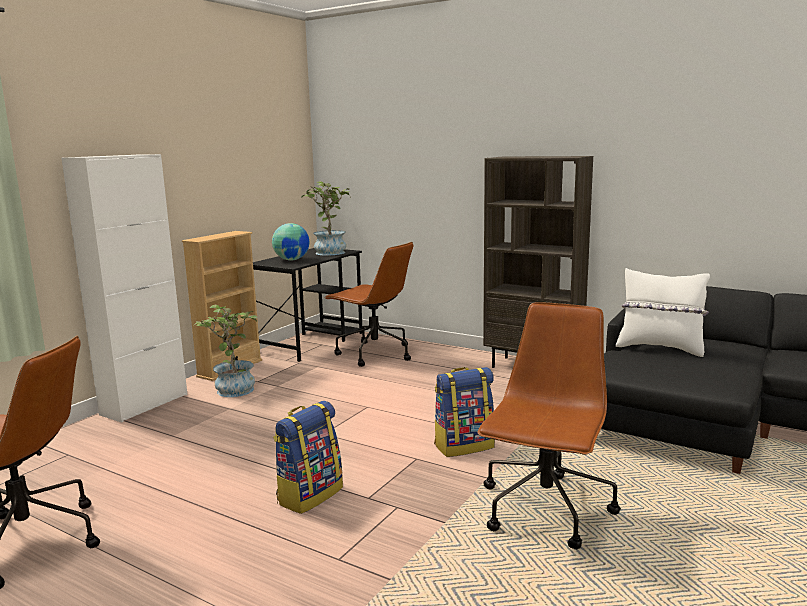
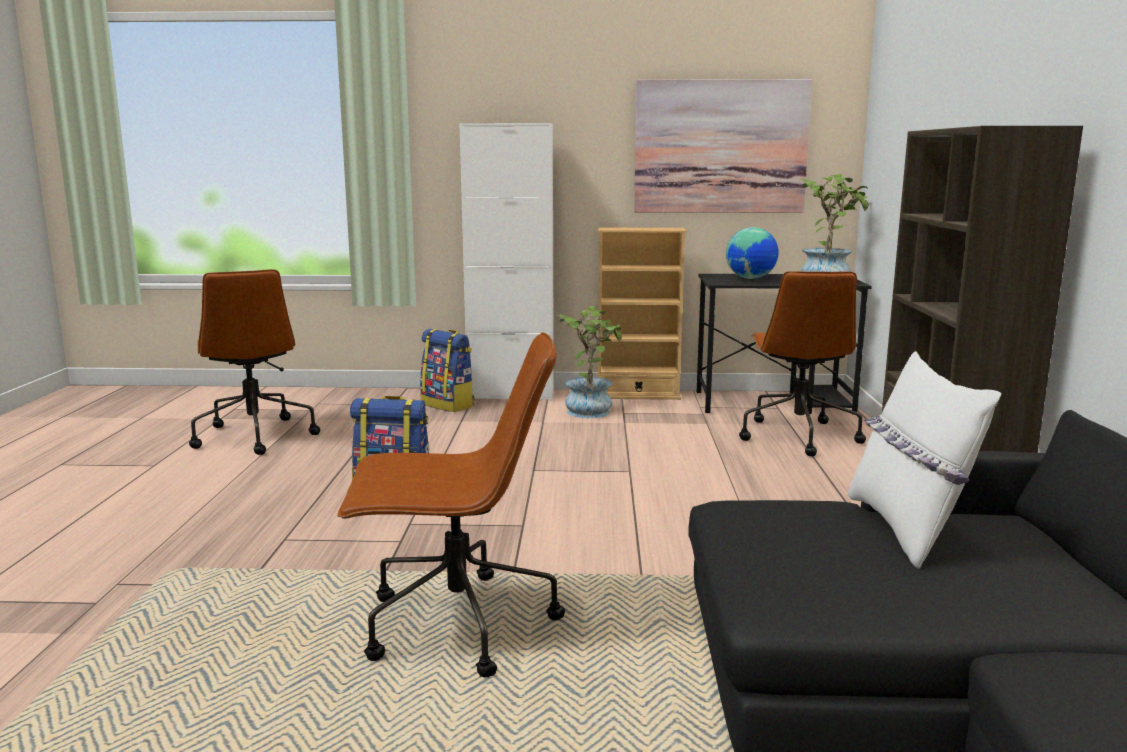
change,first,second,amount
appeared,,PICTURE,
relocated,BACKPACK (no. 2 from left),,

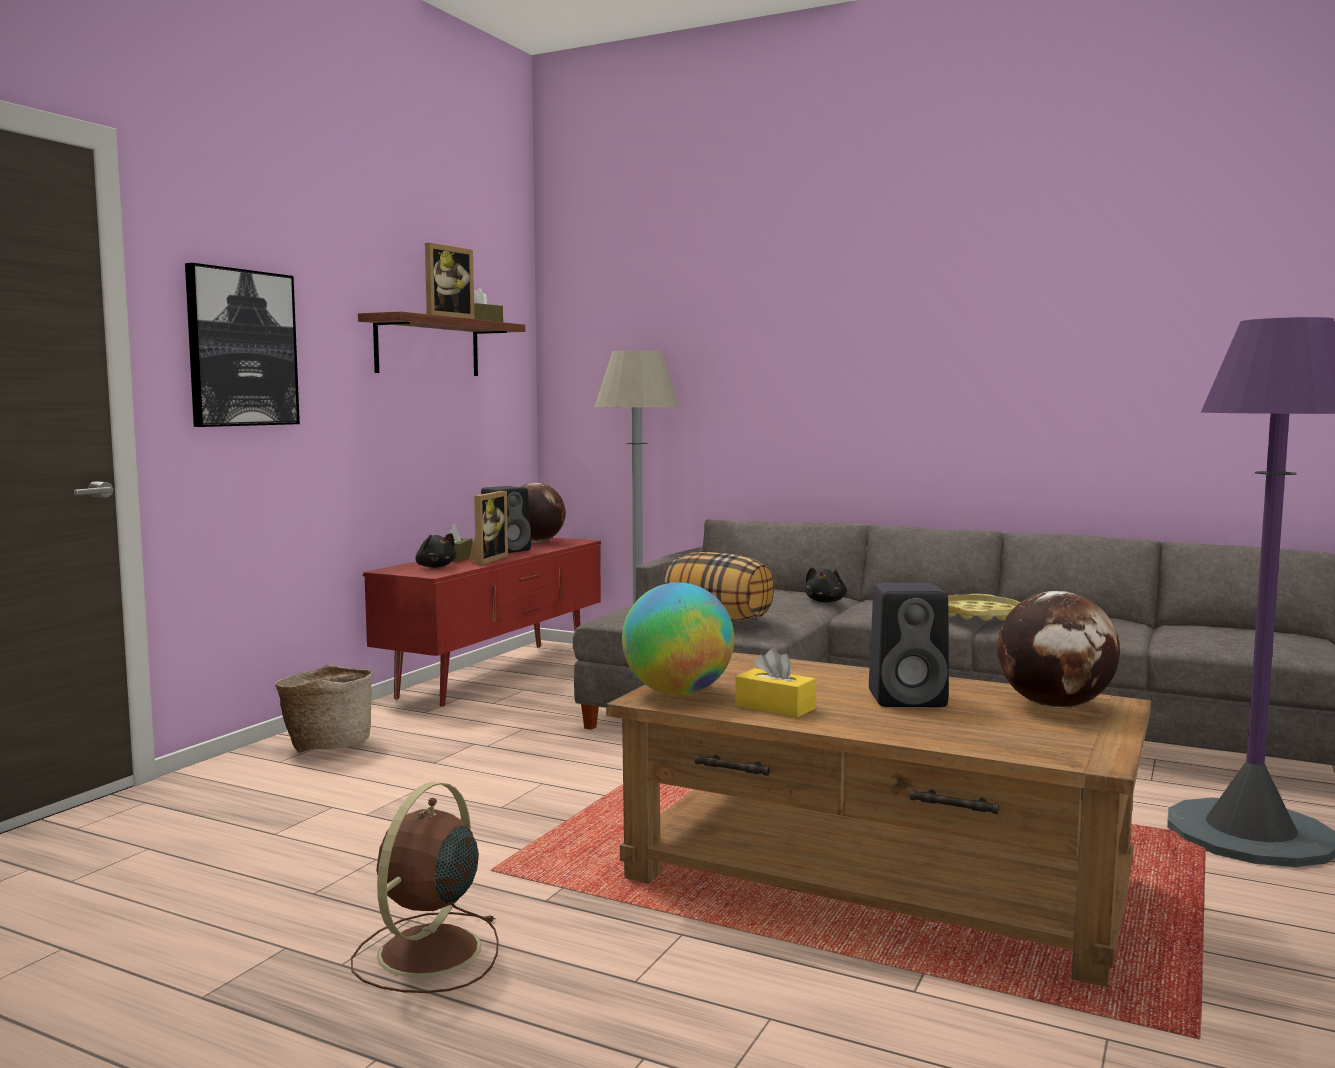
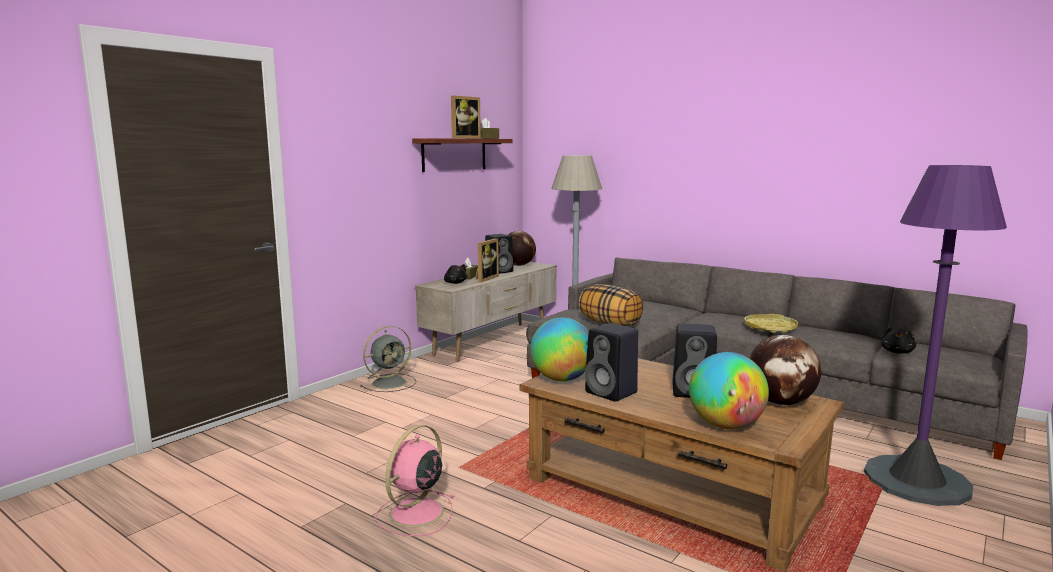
change,first,second,amount
missing,PICTURE,,
appeared,,GLOBE (no. 3 from left),
relocated,BLACK PLUSH TOY (no. 2 from left),,
exchanged,BASKET,GREY FAN,
exchanged,YELLOW TISSUE BOX,BLACK SPEAKER (no. 2 from left),
colour,BROWN FAN,PINK FAN,
colour,RED TV STAND,BEIGE TV STAND,

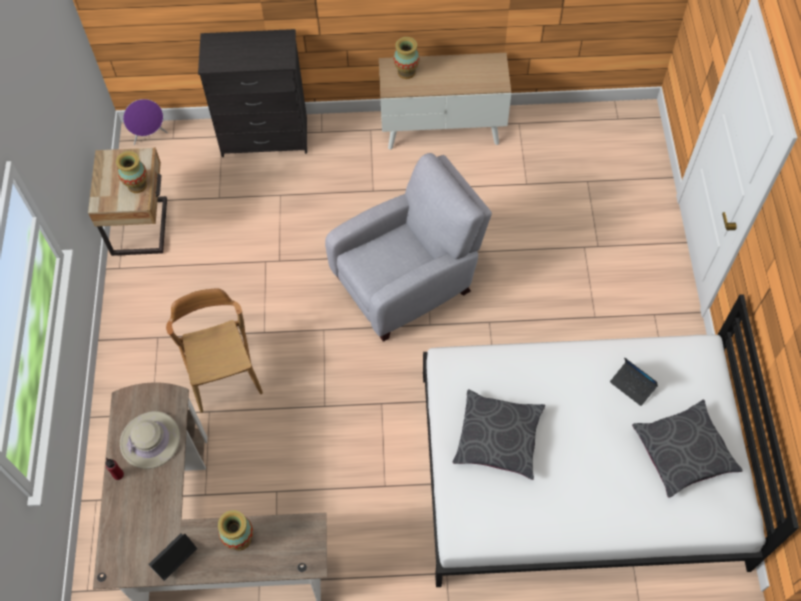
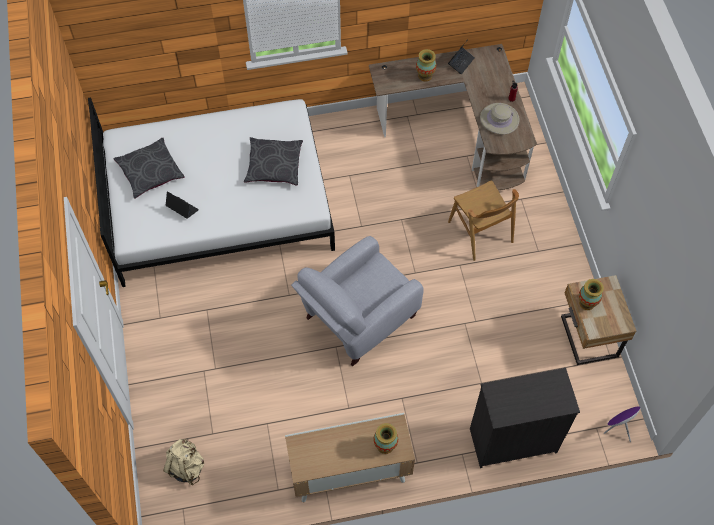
change,first,second,amount
appeared,,BEIGE BACKPACK,

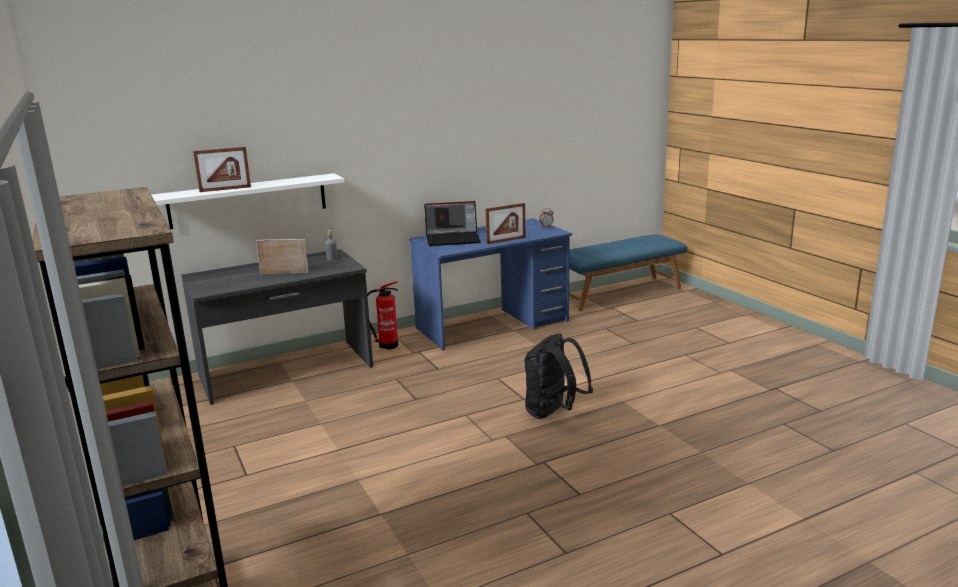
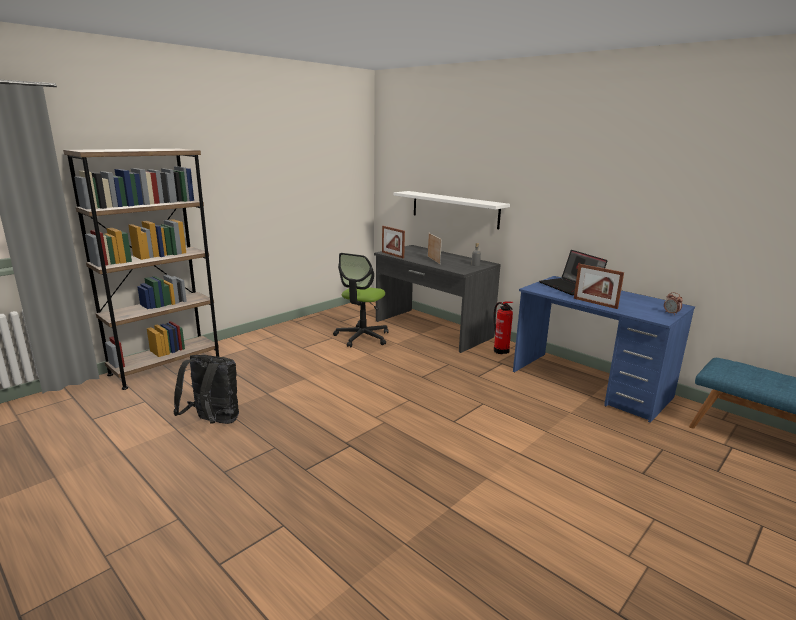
change,first,second,amount
appeared,,OFFICE CHAIR,
relocated,PICTURE FRAME (no. 1 from left),,
relocated,BLACK BACKPACK,,

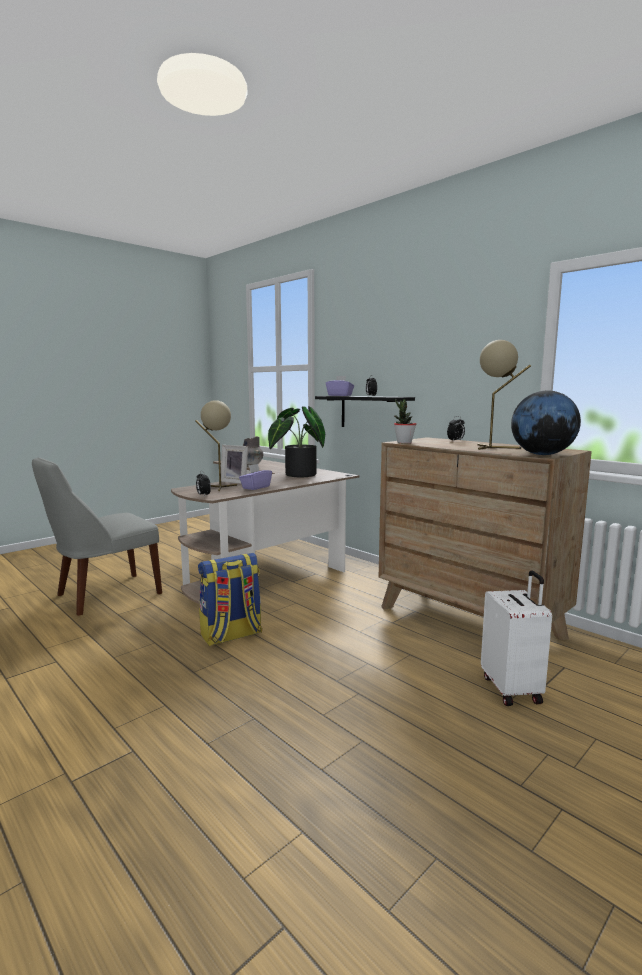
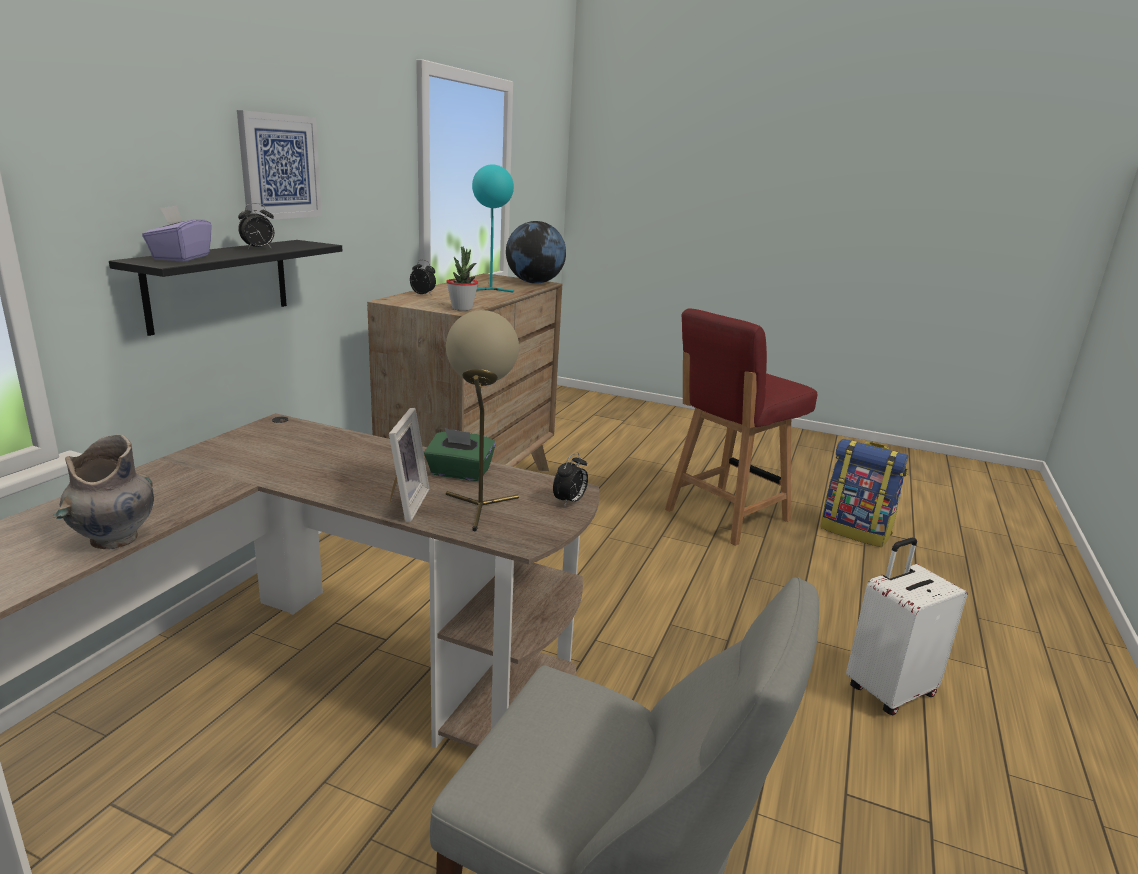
change,first,second,amount
missing,POTTED PLANT (no. 1 from left),,
appeared,,PICTURE,
appeared,,RED CHAIR,
relocated,BACKPACK,,
relocated,WHITE SUITCASE,,
colour,PURPLE TISSUE BOX (no. 1 from left),GREEN TISSUE BOX,
colour,BEIGE TABLE LAMP (no. 2 from left),TURQUOISE TABLE LAMP,

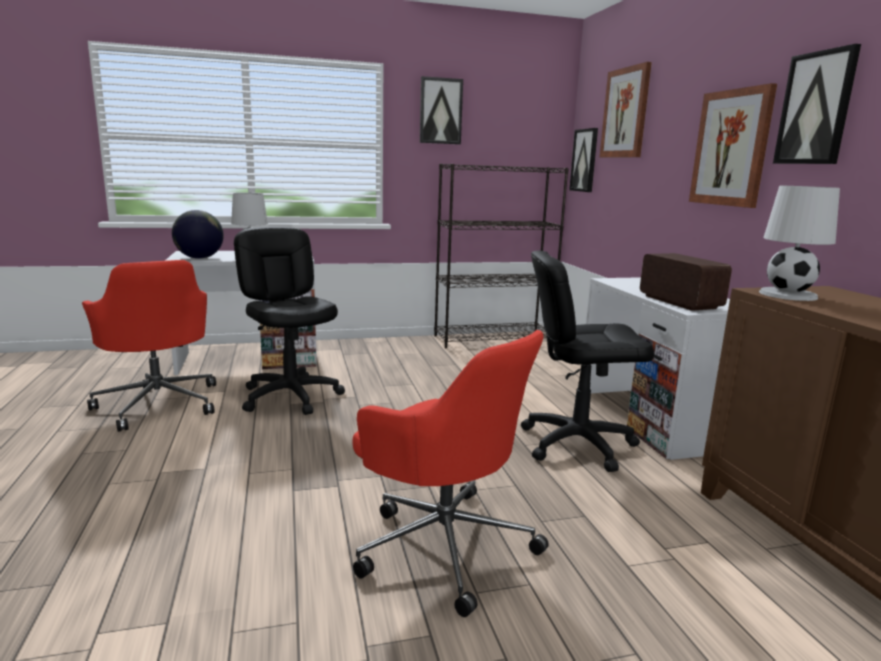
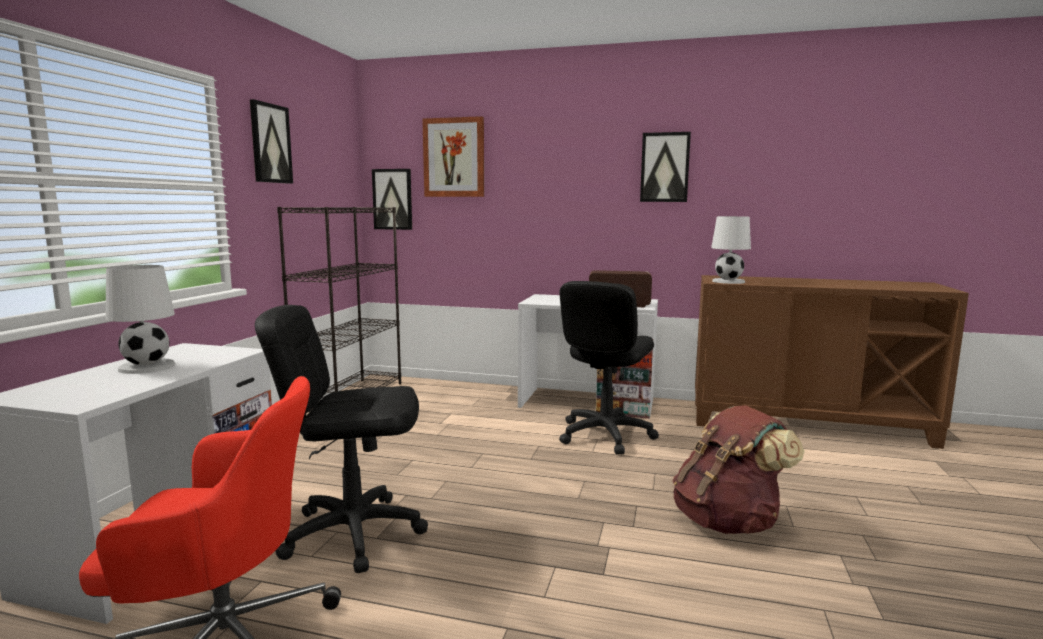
change,first,second,amount
missing,GLOBE,,
missing,PICTURE (no. 4 from left),,
exchanged,RED OFFICE CHAIR (no. 2 from left),BROWN BACKPACK,

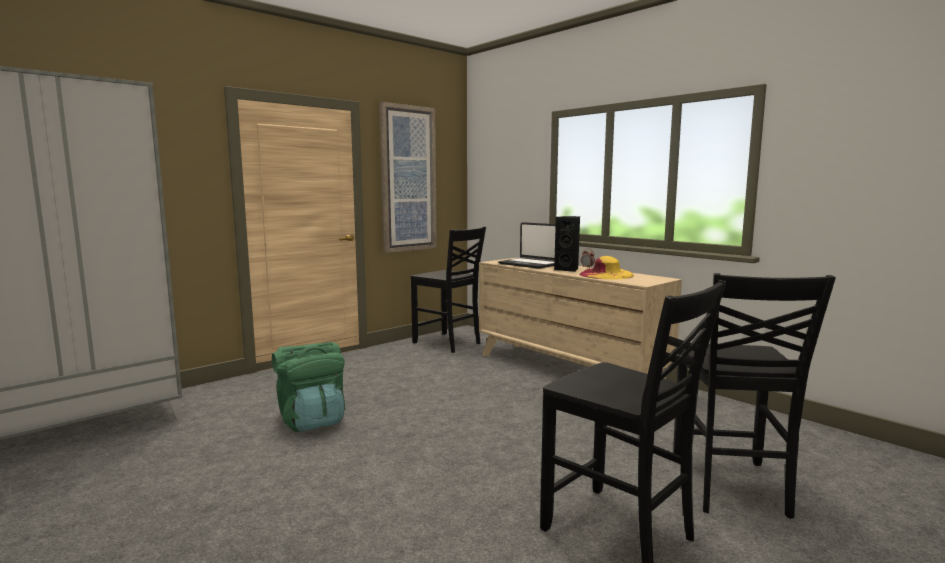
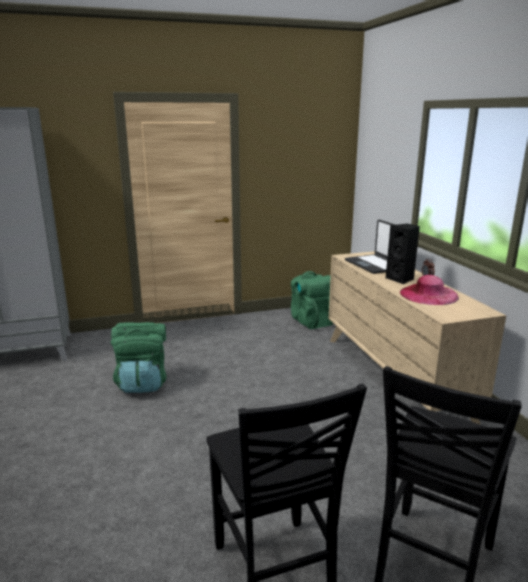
change,first,second,amount
missing,PICTURE,,
exchanged,BLACK CHAIR (no. 1 from left),GREEN BACKPACK (no. 2 from left),
colour,YELLOW HAT,PINK HAT,

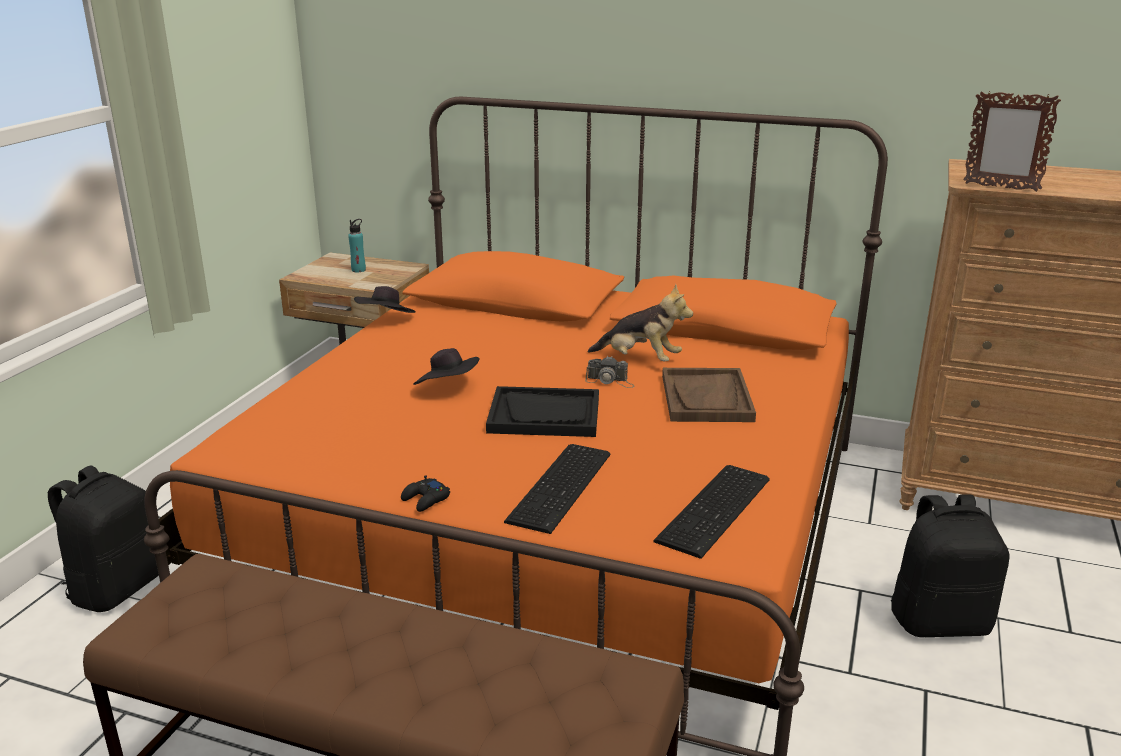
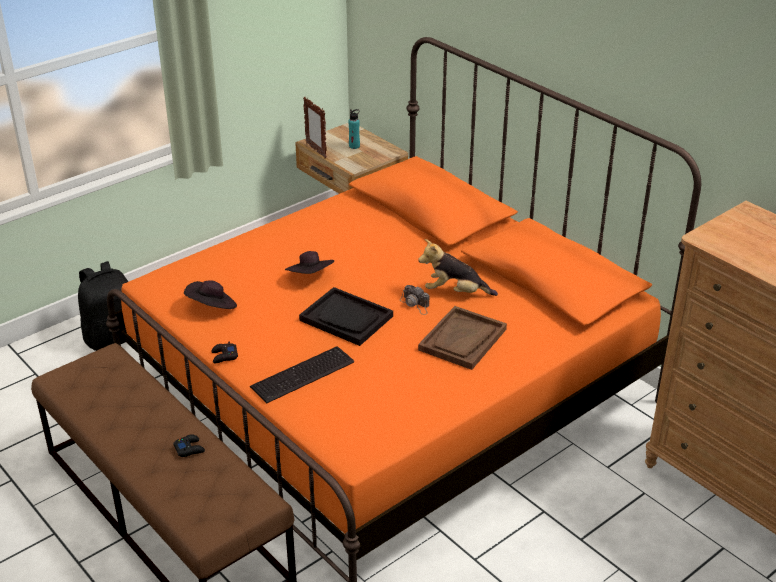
change,first,second,amount
missing,KEYBOARD (no. 2 from left),,
missing,BLACK BACKPACK (no. 2 from left),,
appeared,,BLACK GAME CONTROLLER (no. 1 from left),
relocated,BLACK HAT (no. 1 from left),,
relocated,PICTURE FRAME,,
spun,PLUSH TOY,,135 degrees clockwise

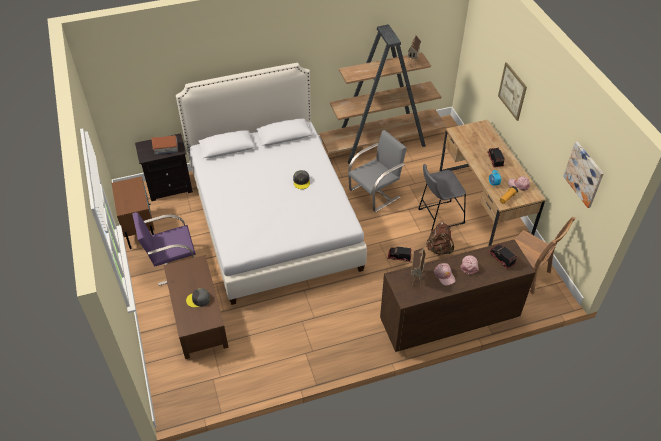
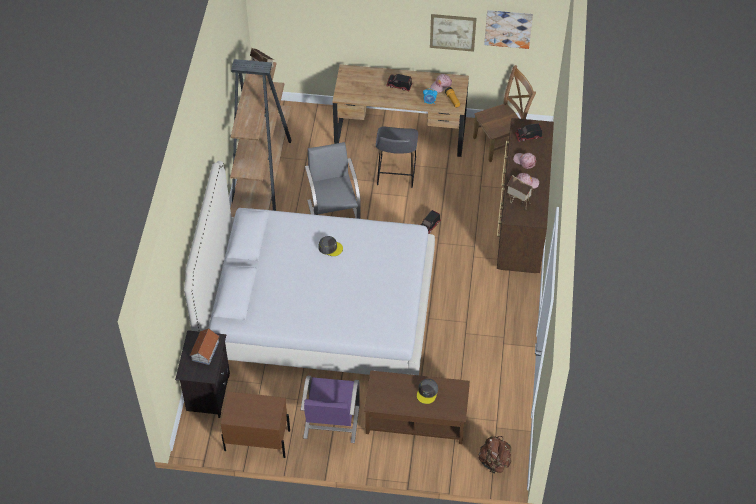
change,first,second,amount
relocated,BROWN BACKPACK,,
relocated,PICTURE (no. 1 from left),,

